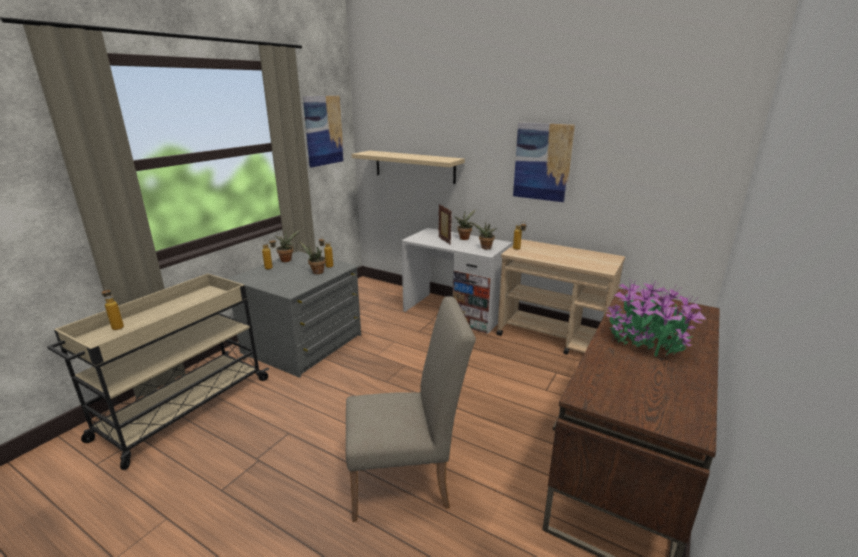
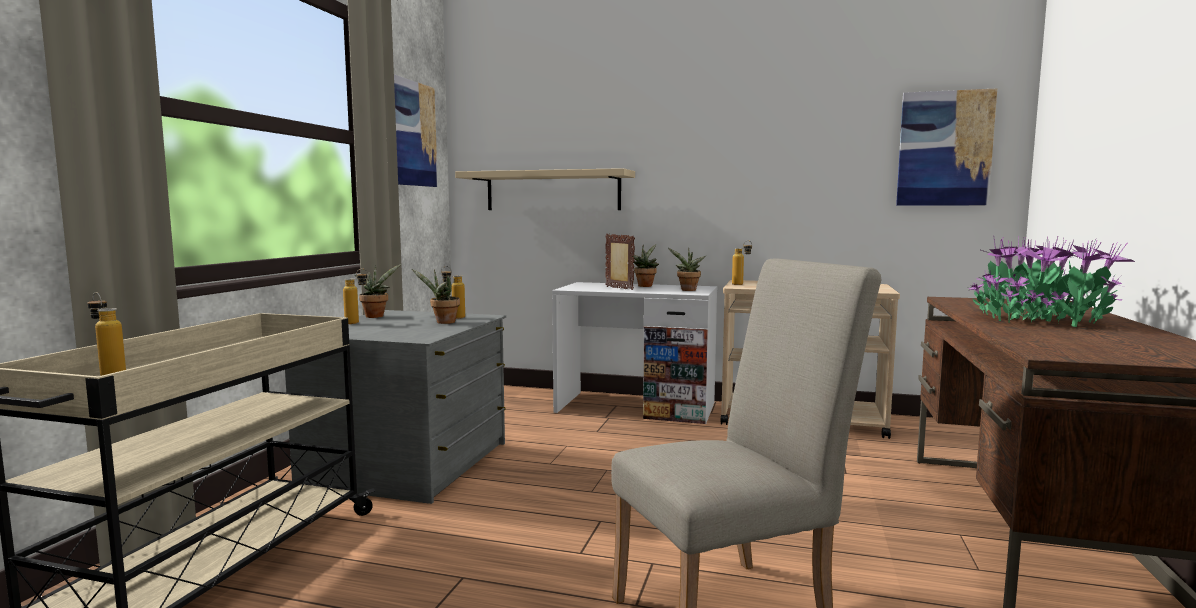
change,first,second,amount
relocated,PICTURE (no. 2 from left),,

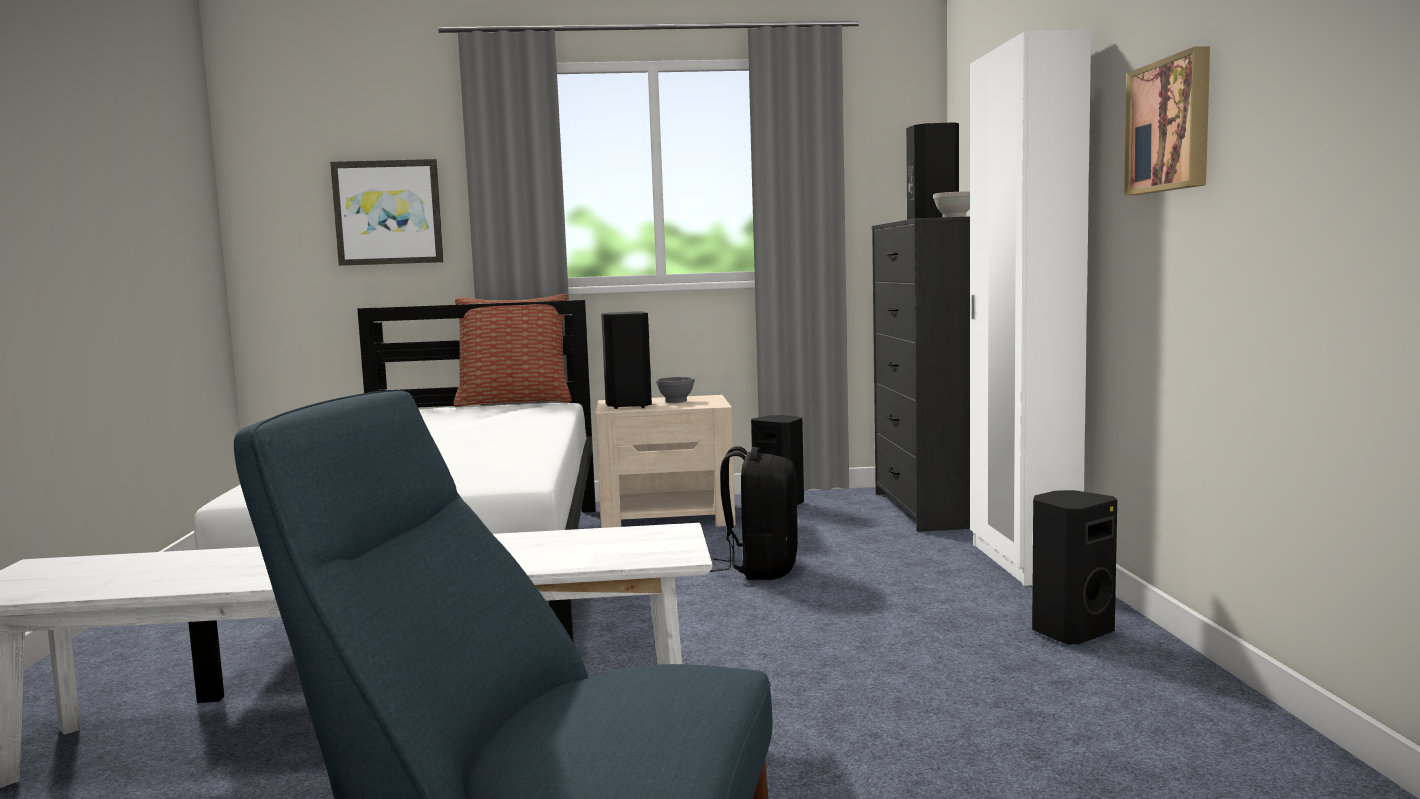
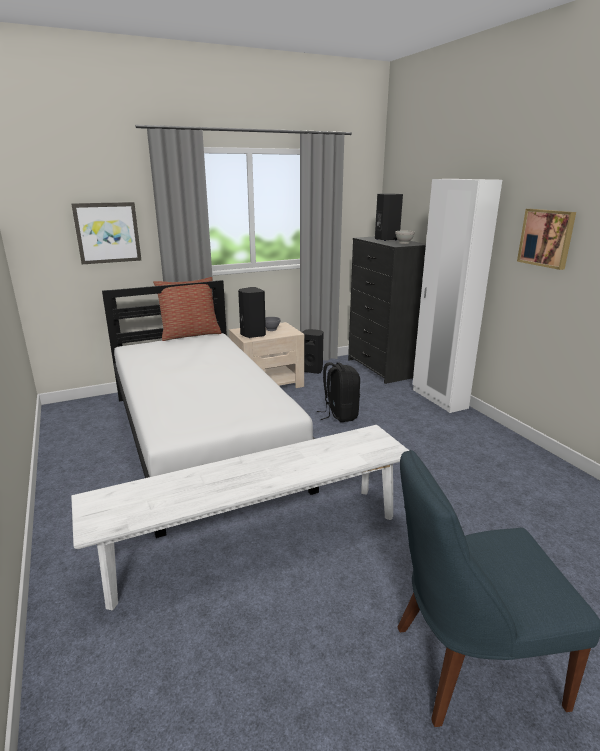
change,first,second,amount
missing,BLACK SPEAKER (no. 4 from left),,

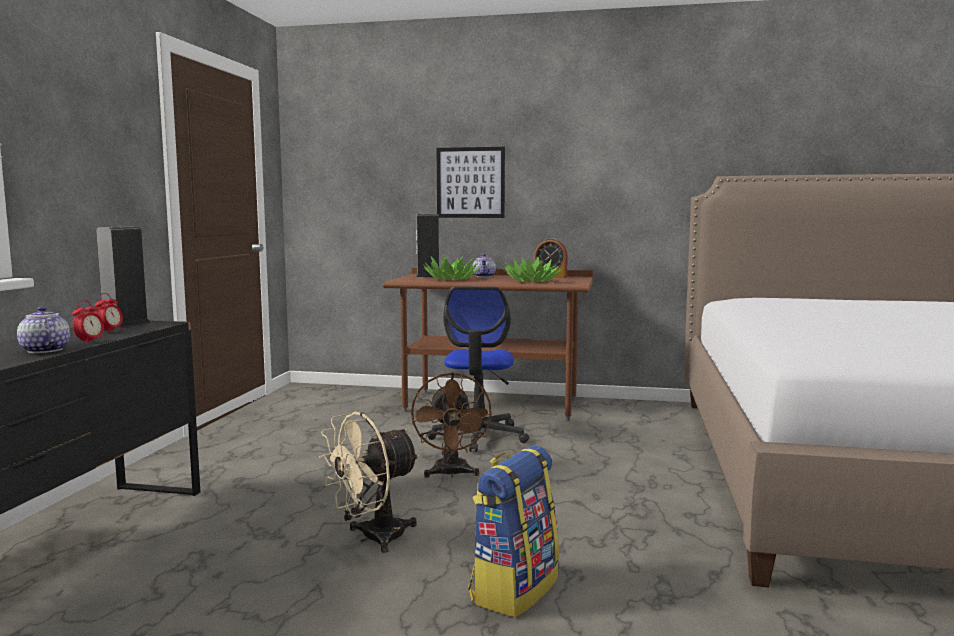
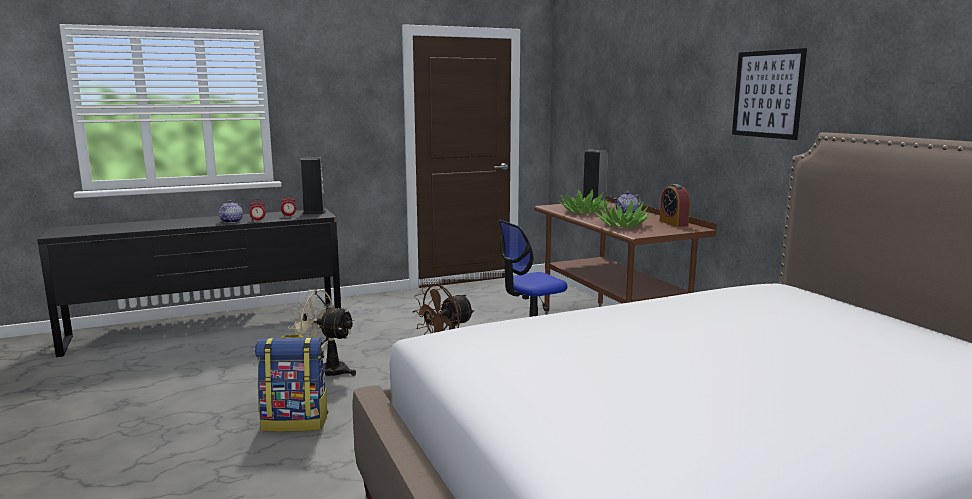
change,first,second,amount
relocated,PICTURE,,

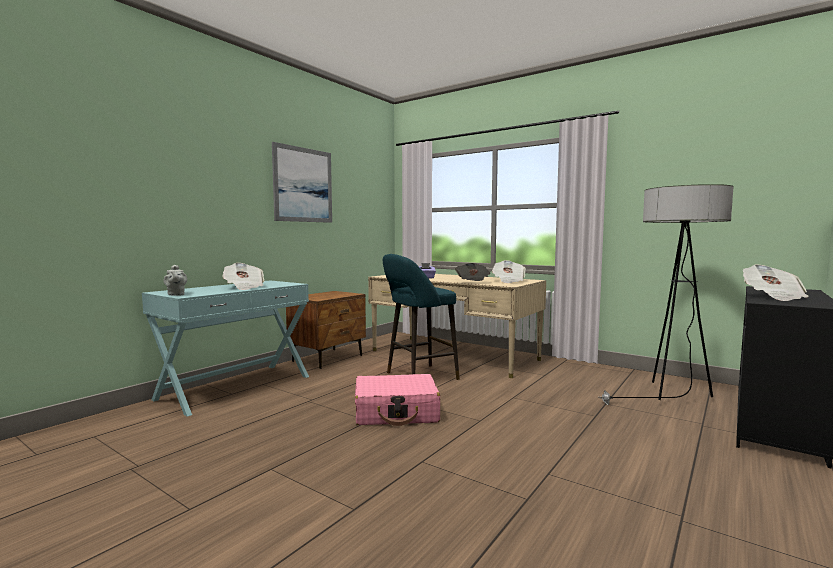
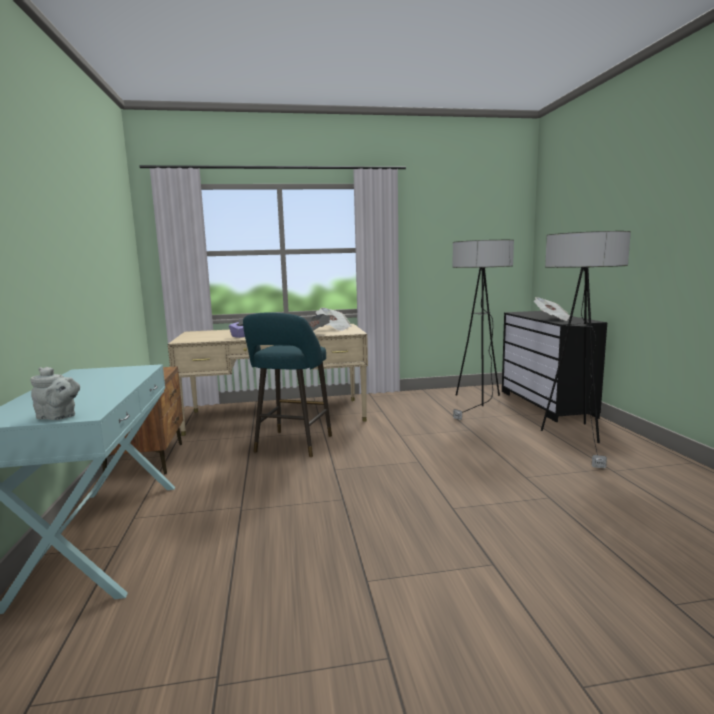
change,first,second,amount
missing,NEWSPAPER (no. 1 from left),,
missing,PICTURE,,
missing,PINK SUITCASE,,
appeared,,FLOOR LAMP (no. 2 from left),

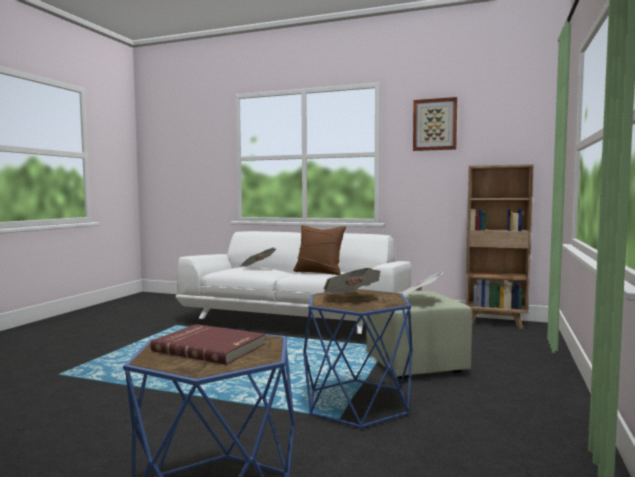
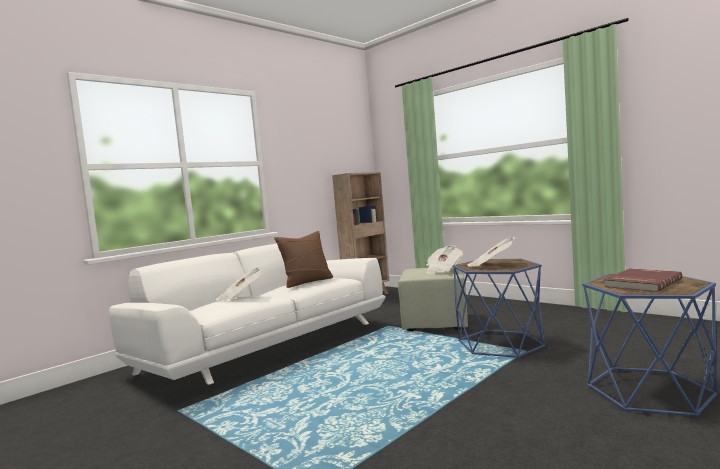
change,first,second,amount
missing,PICTURE,,

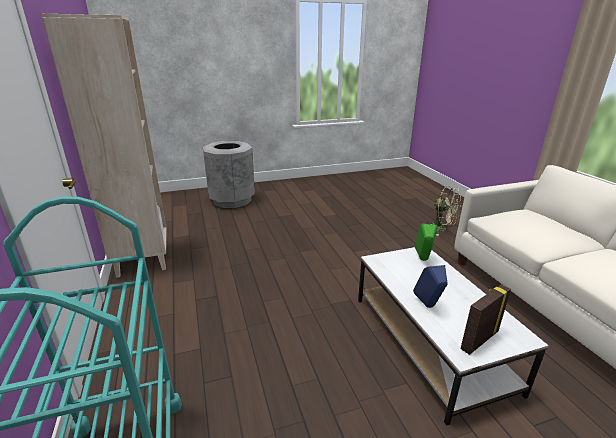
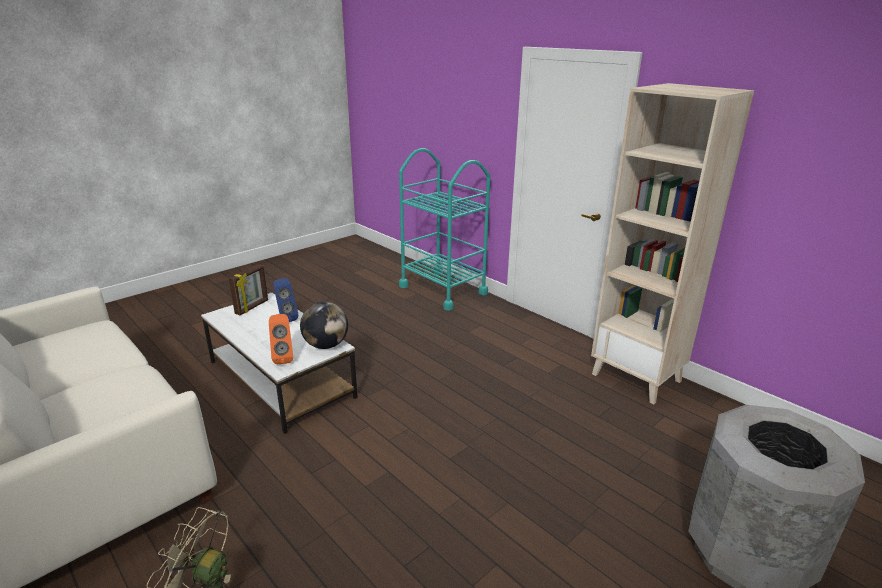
change,first,second,amount
appeared,,GLOBE,
colour,GREEN SPEAKER,ORANGE SPEAKER,

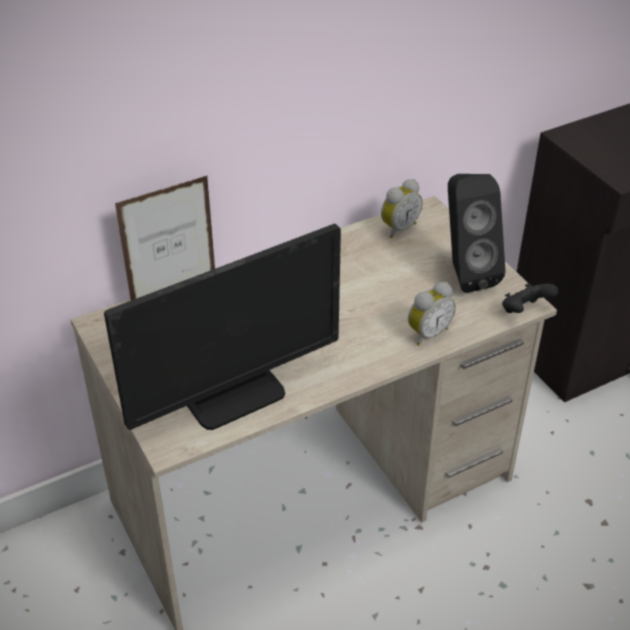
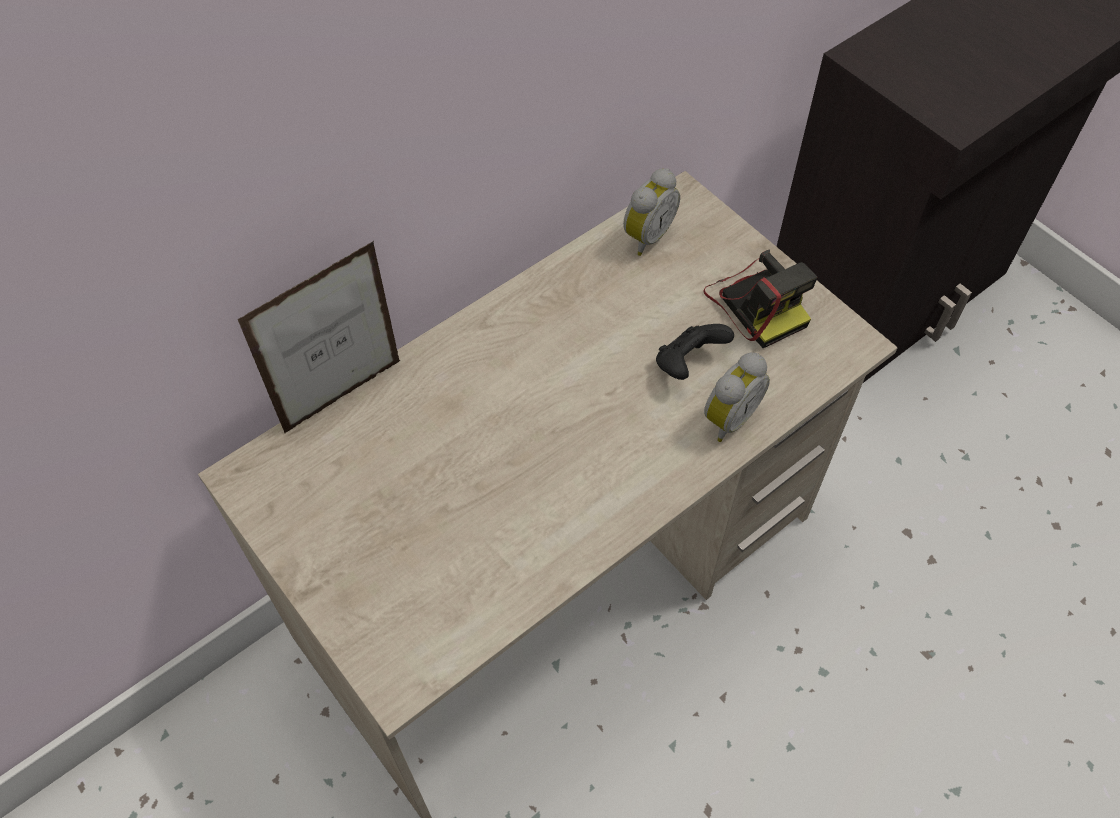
change,first,second,amount
missing,MONITOR,,
relocated,BLACK GAME CONTROLLER,,
exchanged,BLACK SPEAKER,PHOTO CAMERA,

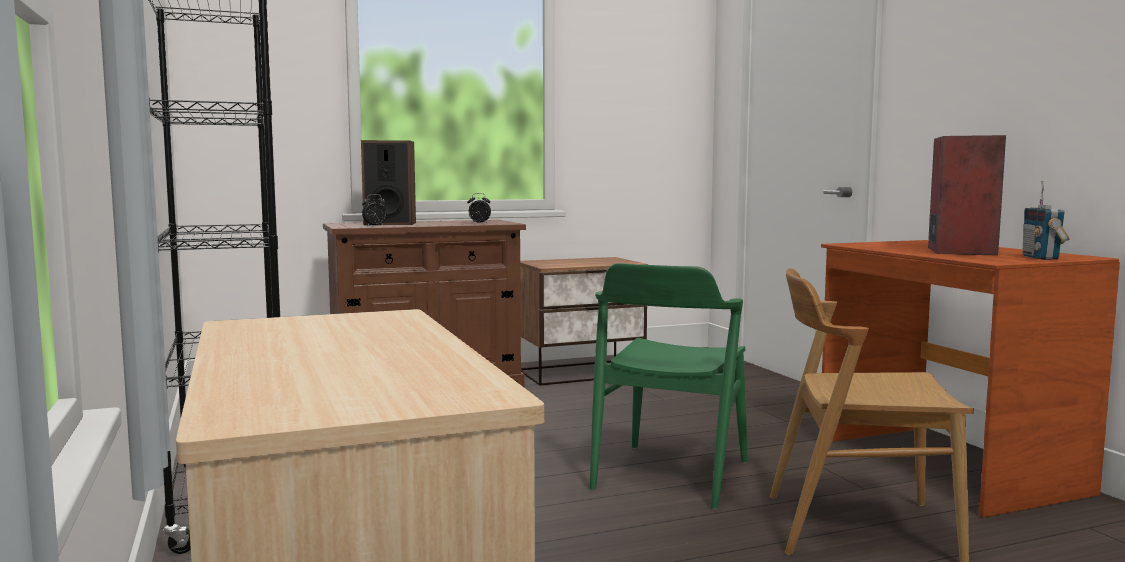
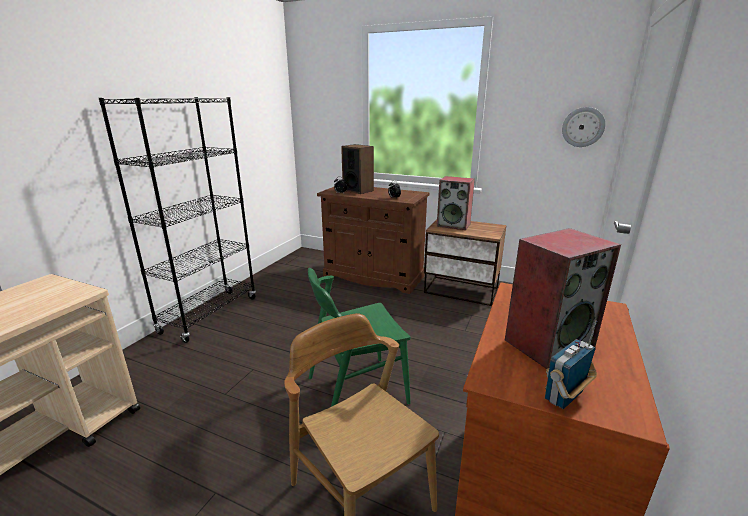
change,first,second,amount
appeared,,SPEAKER (no. 2 from left),
appeared,,WALL CLOCK,

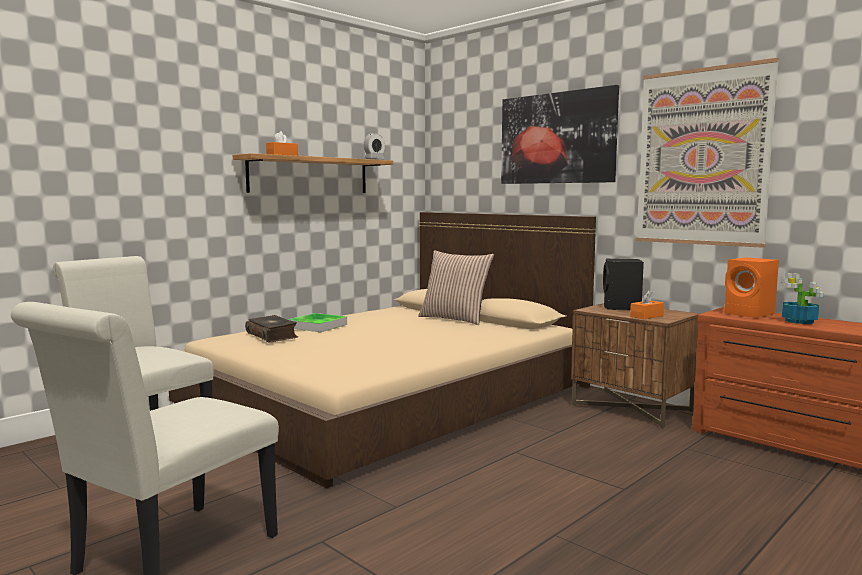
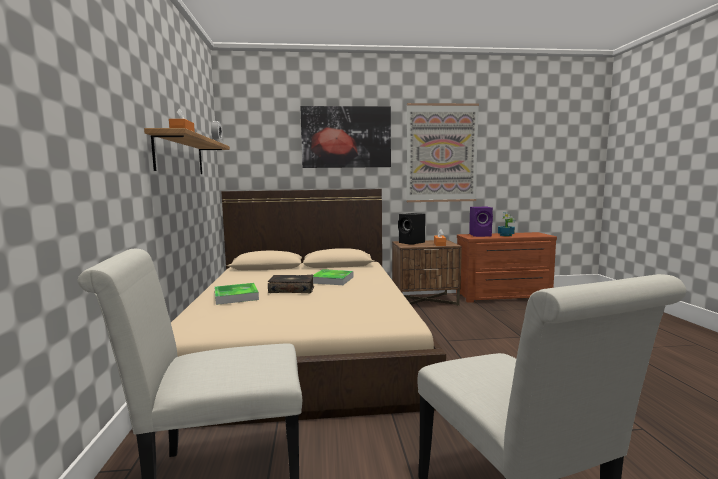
change,first,second,amount
missing,PILLOW,,
appeared,,TRAY (no. 2 from left),
relocated,BOOK,,
colour,ORANGE SPEAKER,PURPLE SPEAKER,

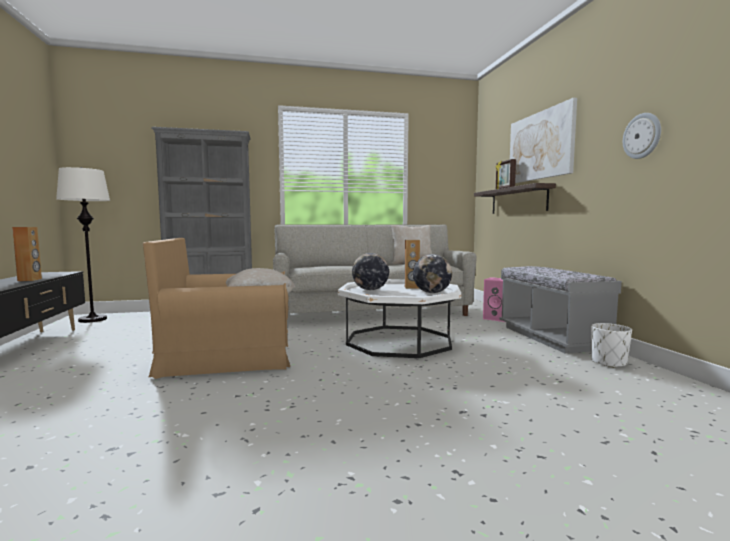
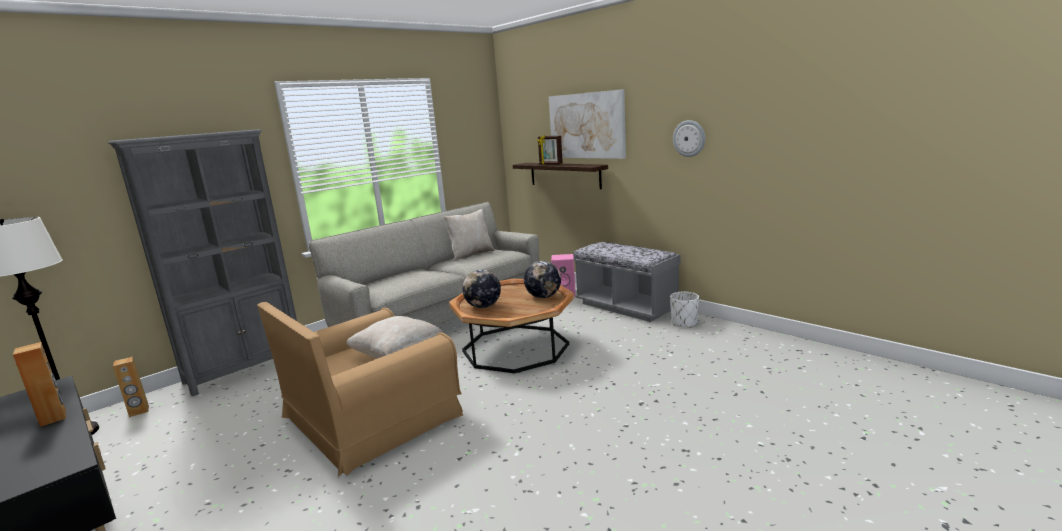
change,first,second,amount
relocated,BROWN SPEAKER (no. 2 from left),,
colour,WHITE COFFEE TABLE,BROWN COFFEE TABLE,

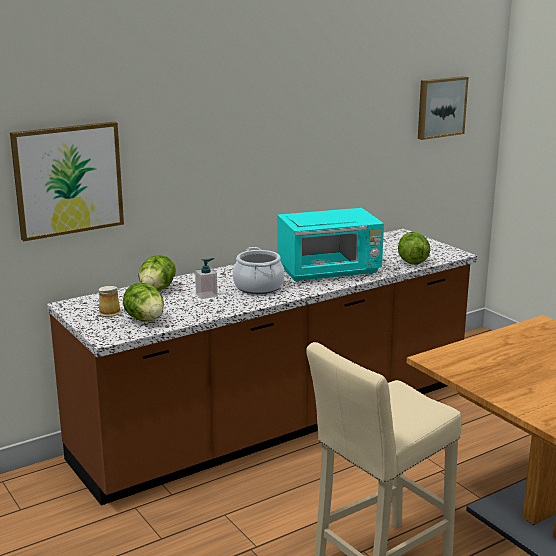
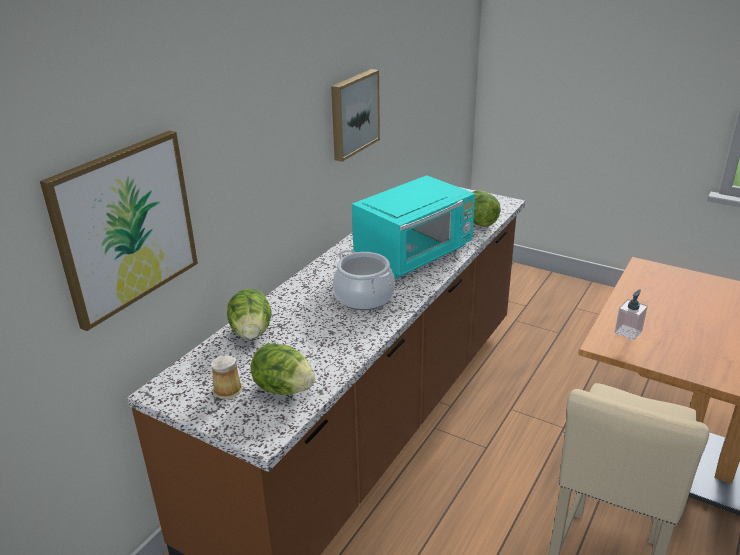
change,first,second,amount
relocated,SOAP DISPENSER,,
relocated,PICTURE (no. 2 from left),,

